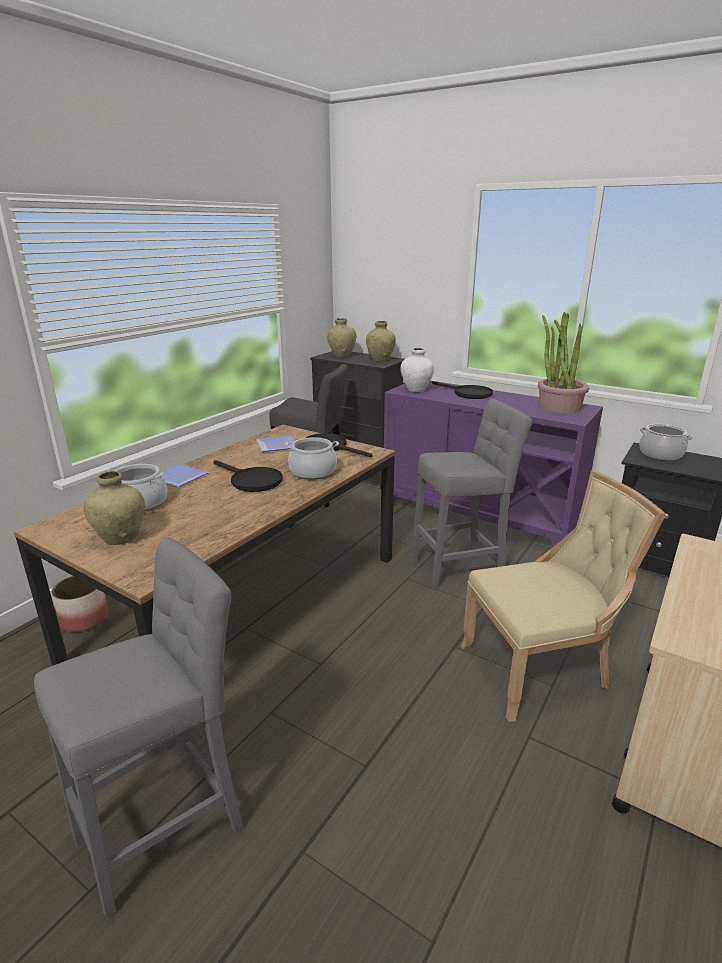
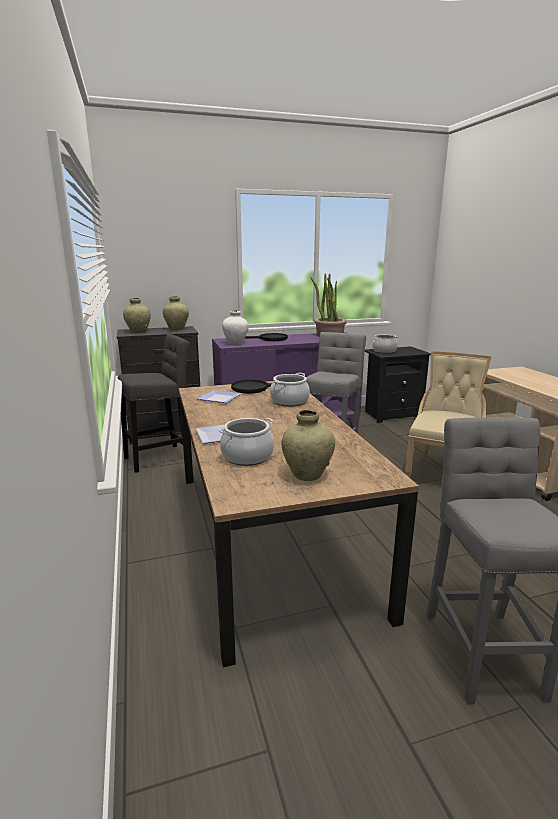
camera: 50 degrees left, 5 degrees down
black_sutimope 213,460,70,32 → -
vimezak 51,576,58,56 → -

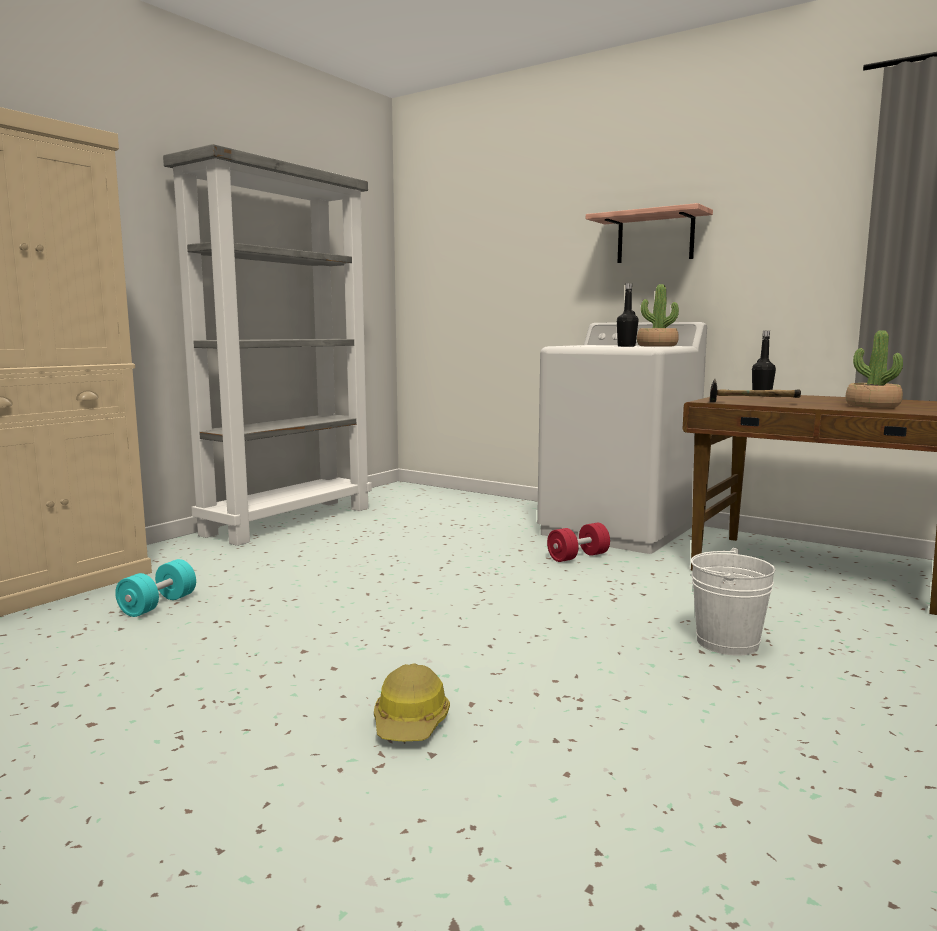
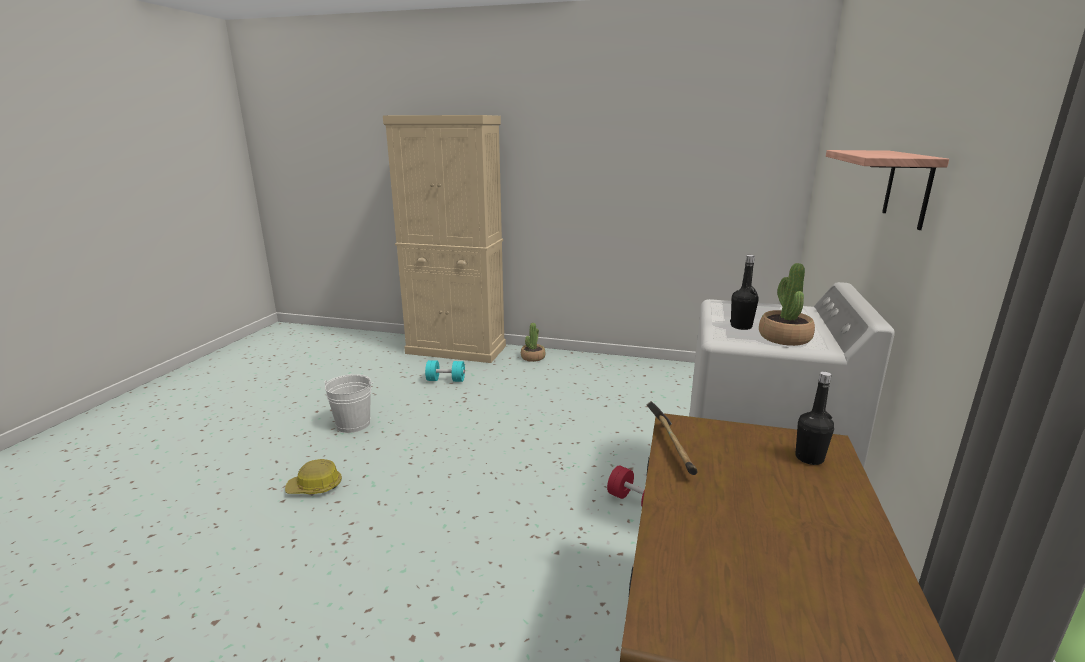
camera: 70 degrees right, 10 degrees up
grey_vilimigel 163,144,209,402 → -
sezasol 846,330,57,78 → sezasol 521,323,25,39, shifted
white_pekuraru 691,548,84,108 → white_pekuraru 324,374,50,59, shifted

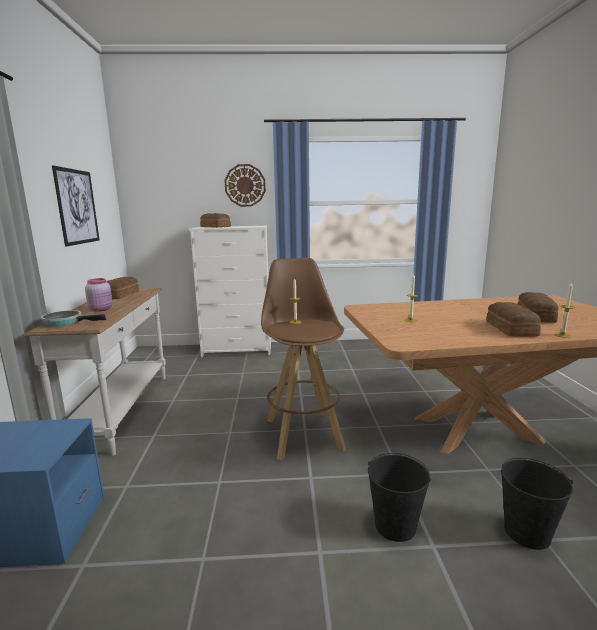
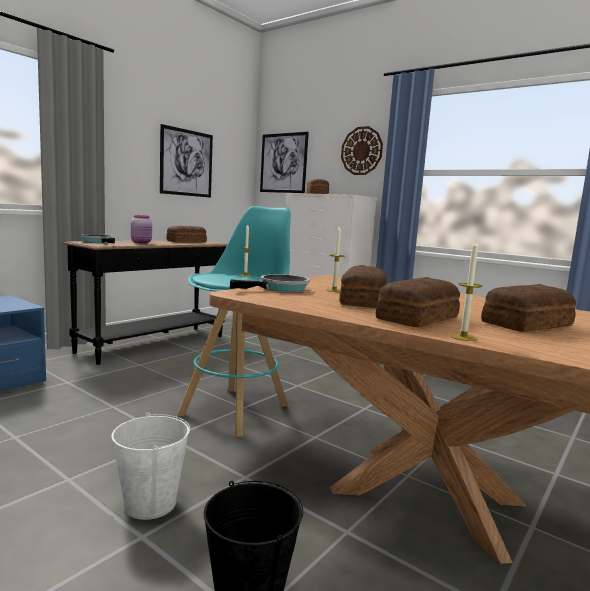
camera: 40 degrees right, 5 degrees down
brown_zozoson 261,257,85,204 → turquoise_zozoson 177,206,114,231
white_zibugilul 25,288,141,168 → black_zibugilul 63,240,165,125
black_pekuraru 368,453,63,89 → white_pekuraru 111,412,79,108
- → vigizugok 260,132,49,61
- → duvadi 339,265,49,43
- → sutimope 230,274,80,18

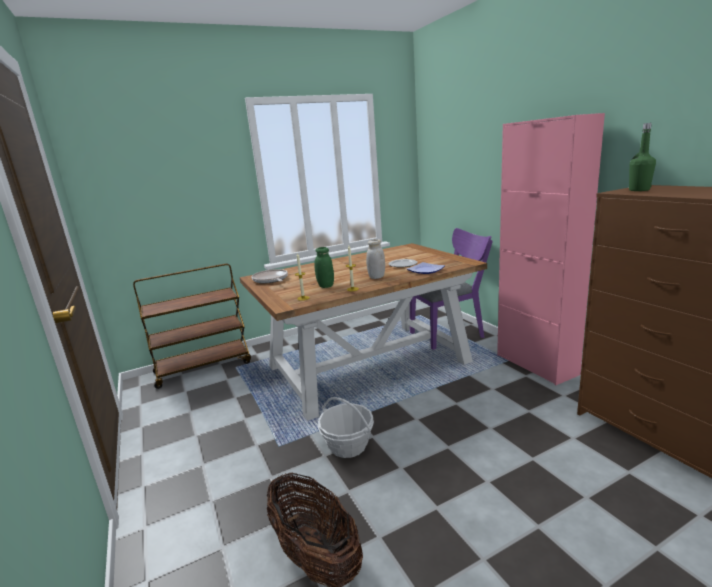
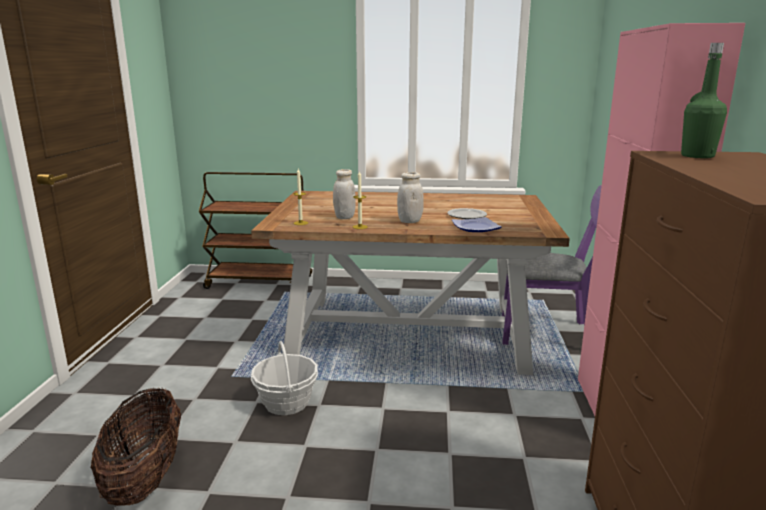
camera: 30 degrees right, 0 degrees up
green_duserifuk 314,247,20,41 → white_duserifuk 333,169,23,50
sutimope 251,269,37,14 → -

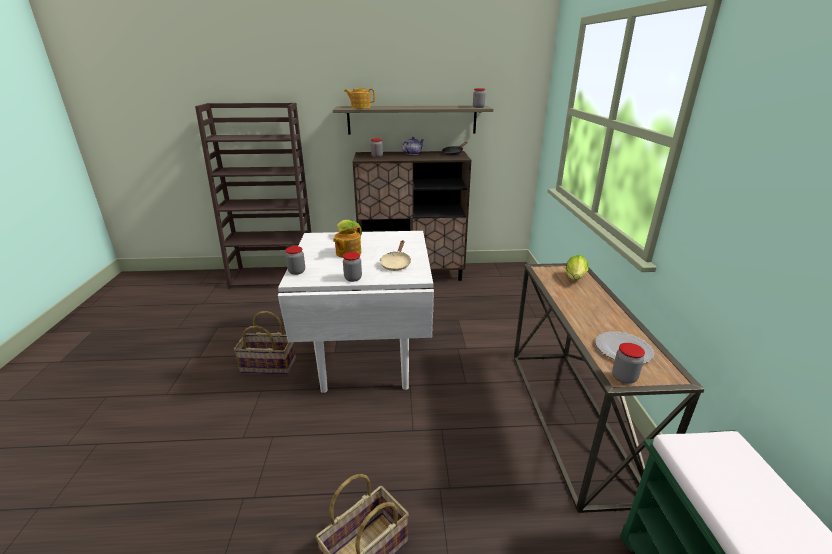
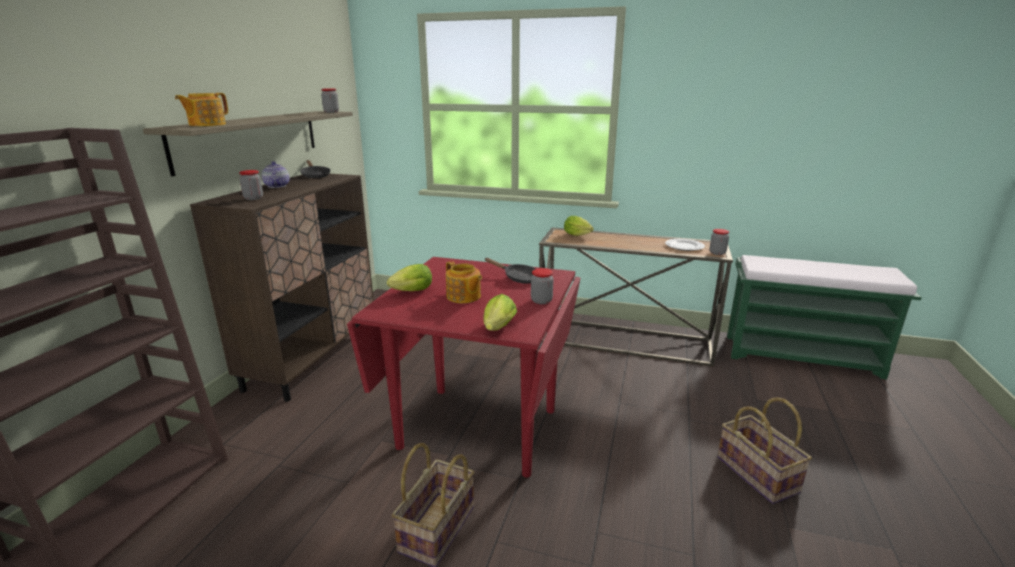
camera: 70 degrees left, 5 degrees down
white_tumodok 278,231,156,162 → red_tumodok 347,257,234,221
beige_sutimope 380,240,31,31 → black_sutimope 484,258,52,26
duserifuk 285,246,20,29 → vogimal 483,294,34,37

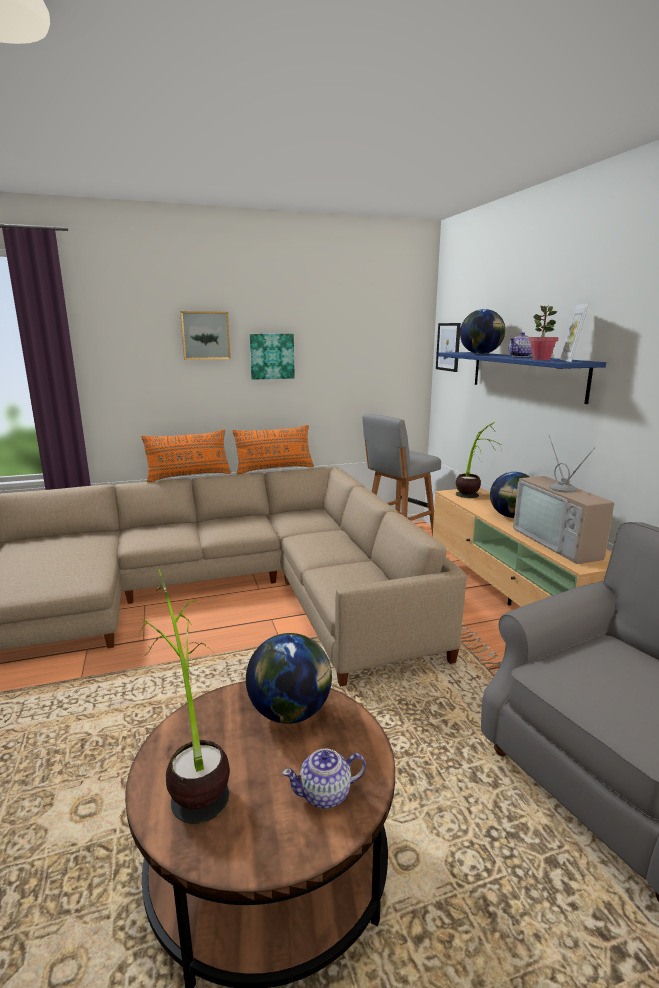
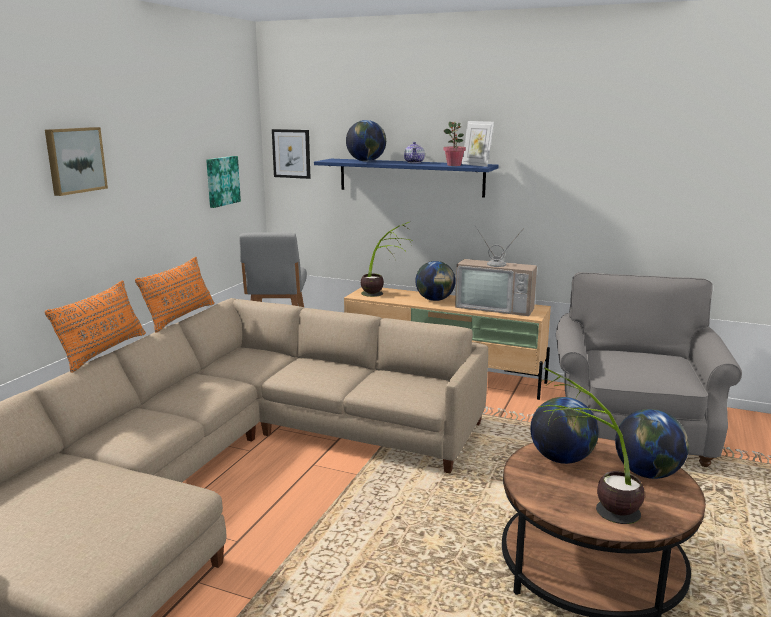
camera: 50 degrees left, 0 degrees up
vigizugok 249,334,46,46 → vigizugok 206,156,35,52, shifted
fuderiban 282,748,84,61 → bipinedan 615,409,74,70

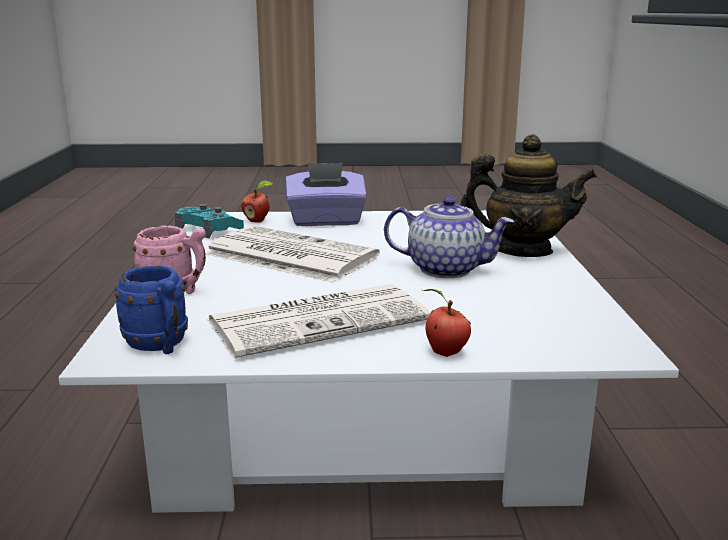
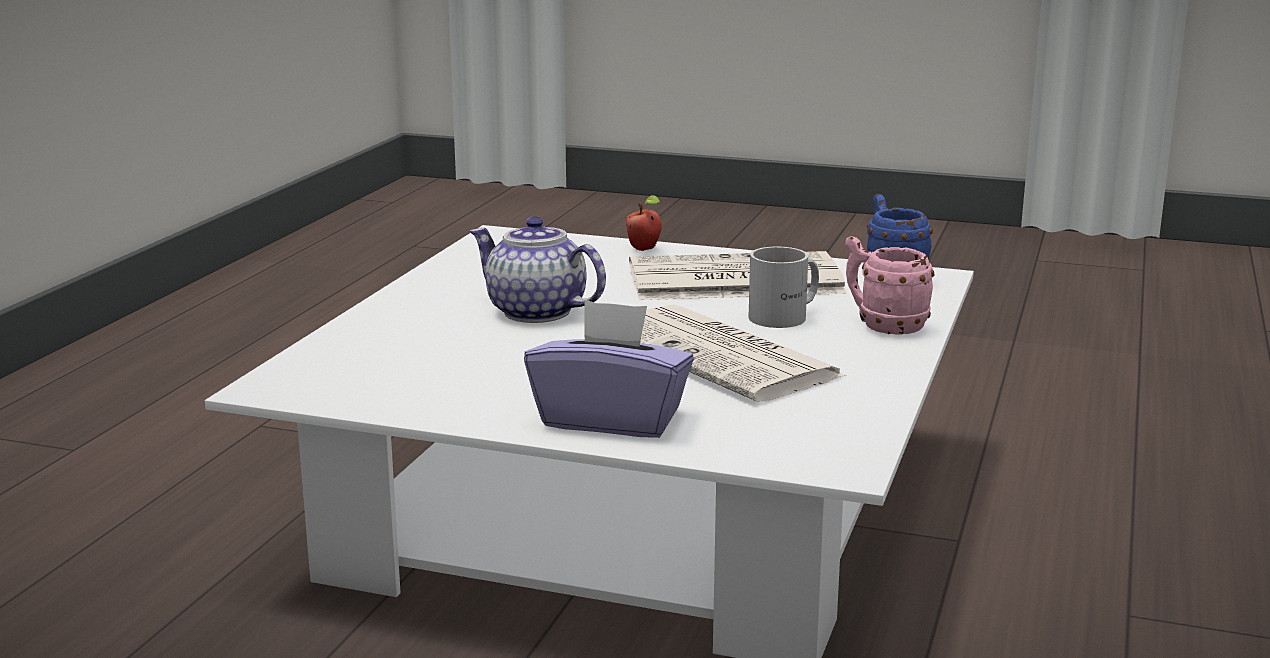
camera: 160 degrees left, 0 degrees up
fuderiban 460,134,137,123 → -
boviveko 241,180,32,43 → -
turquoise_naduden 175,204,69,35 → -
- → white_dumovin 749,247,70,81

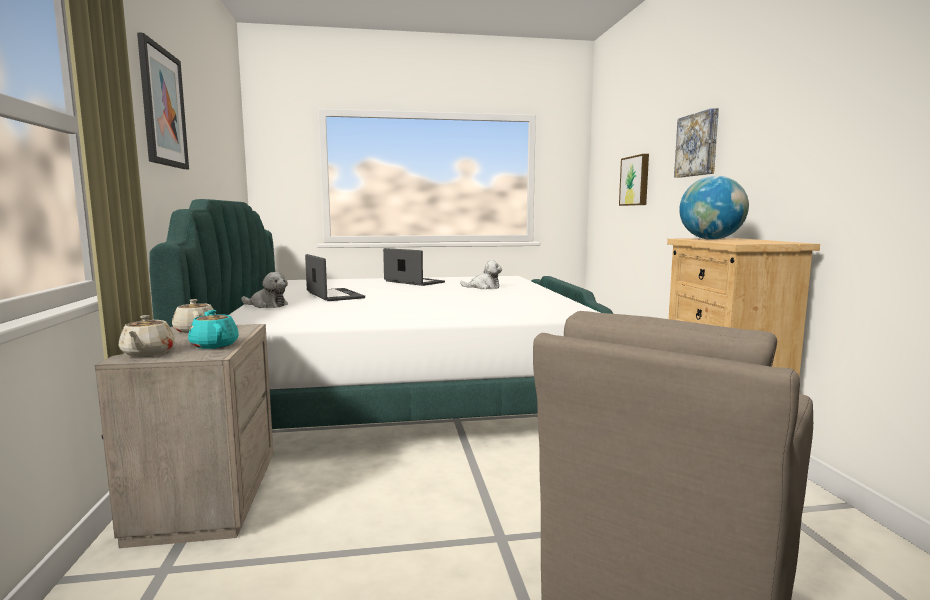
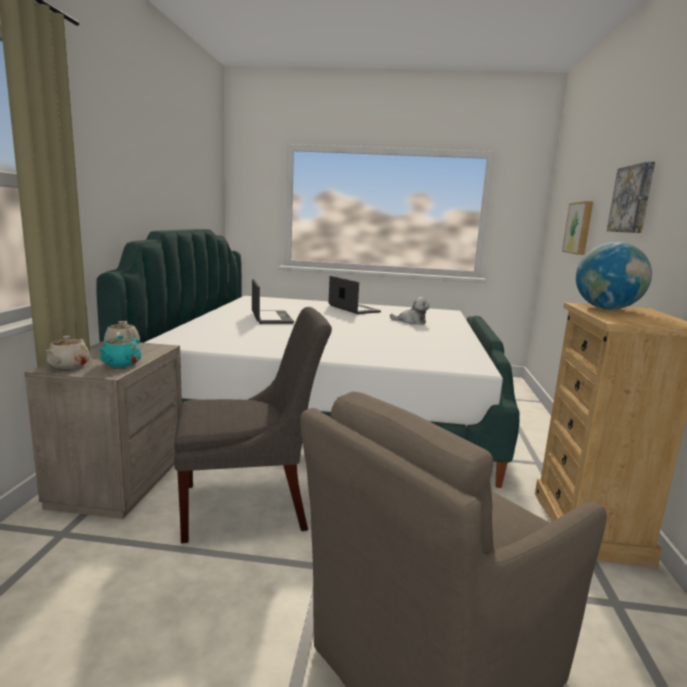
camera: 15 degrees right, 5 degrees up
vigizugok 137,32,52,137 → -
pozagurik 241,272,47,36 → -
turquoise_fuderiban 188,310,51,39 → turquoise_fuderiban 99,335,42,32, 150 degrees counterclockwise
- → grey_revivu 174,307,158,236

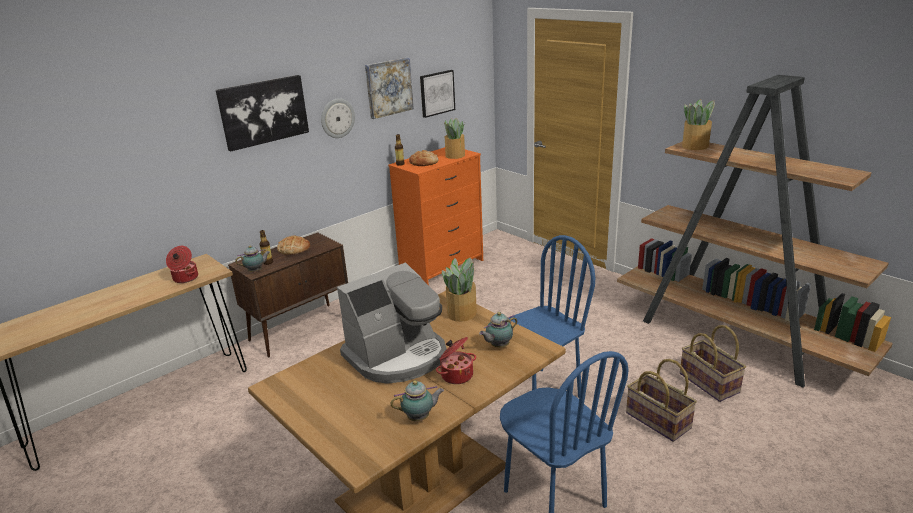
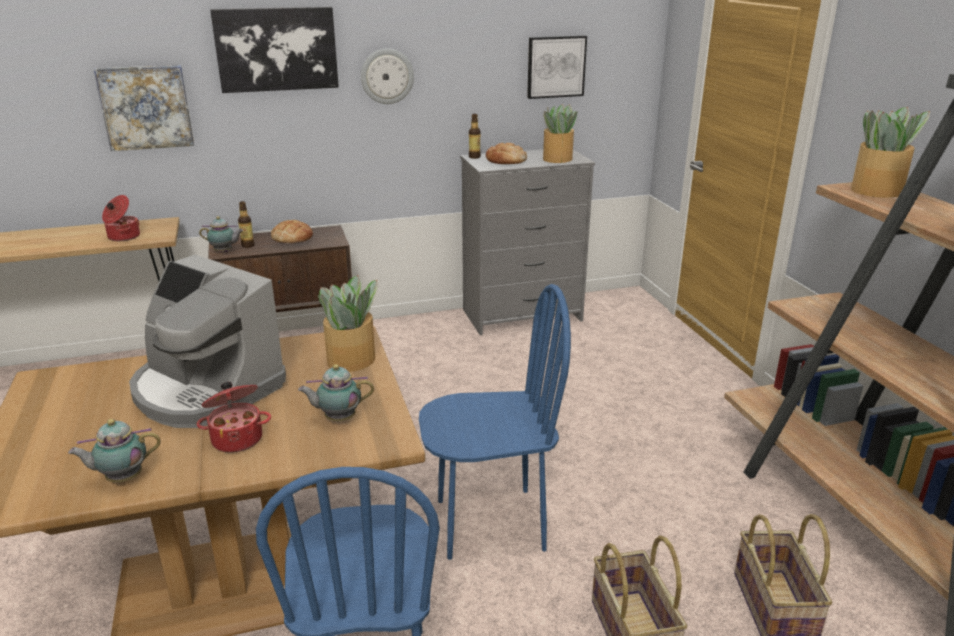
camera: 25 degrees right, 0 degrees up
vigizugok 365,58,49,61 → vigizugok 94,65,100,86, shifted
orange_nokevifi 388,147,95,138 → grey_nokevifi 460,149,135,186
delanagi 337,262,110,122 → delanagi 129,255,157,173, 45 degrees clockwise
fuderiban 391,380,53,41 → fuderiban 68,419,93,63, 150 degrees clockwise

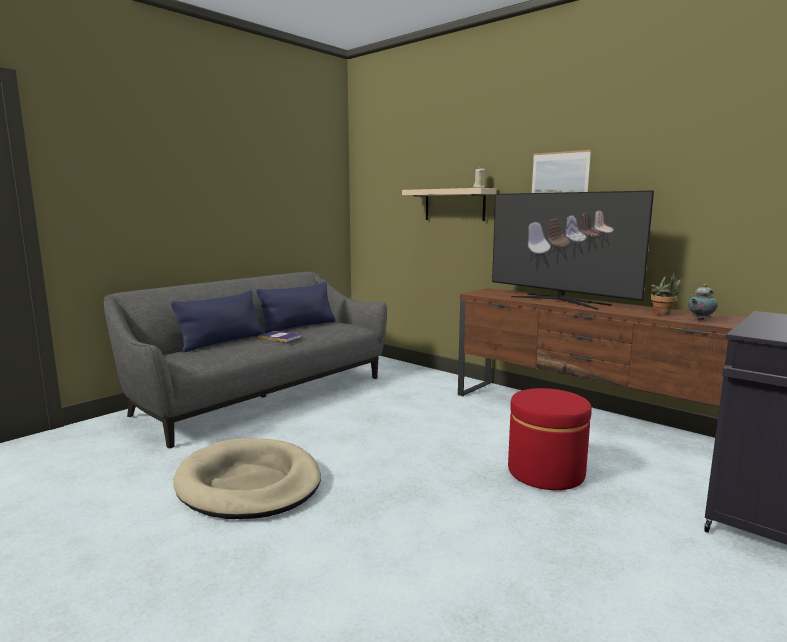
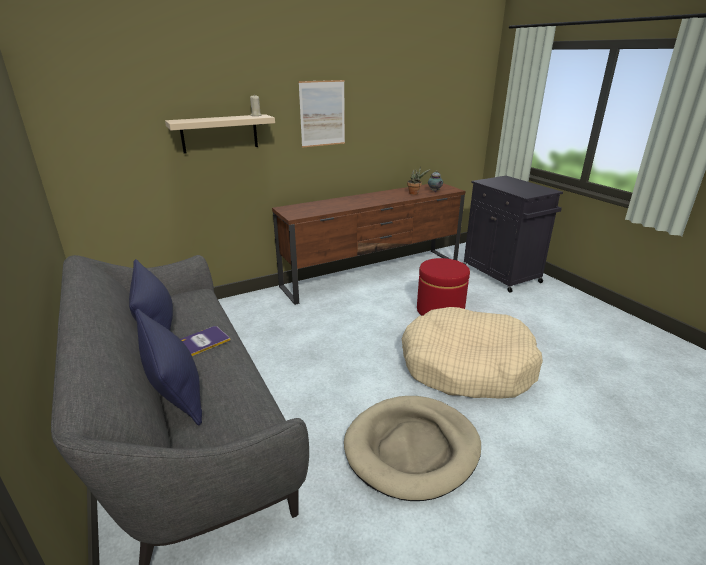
camera: 70 degrees left, 15 degrees up
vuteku 492,191,162,119 → -
- → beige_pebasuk 402,307,141,92

